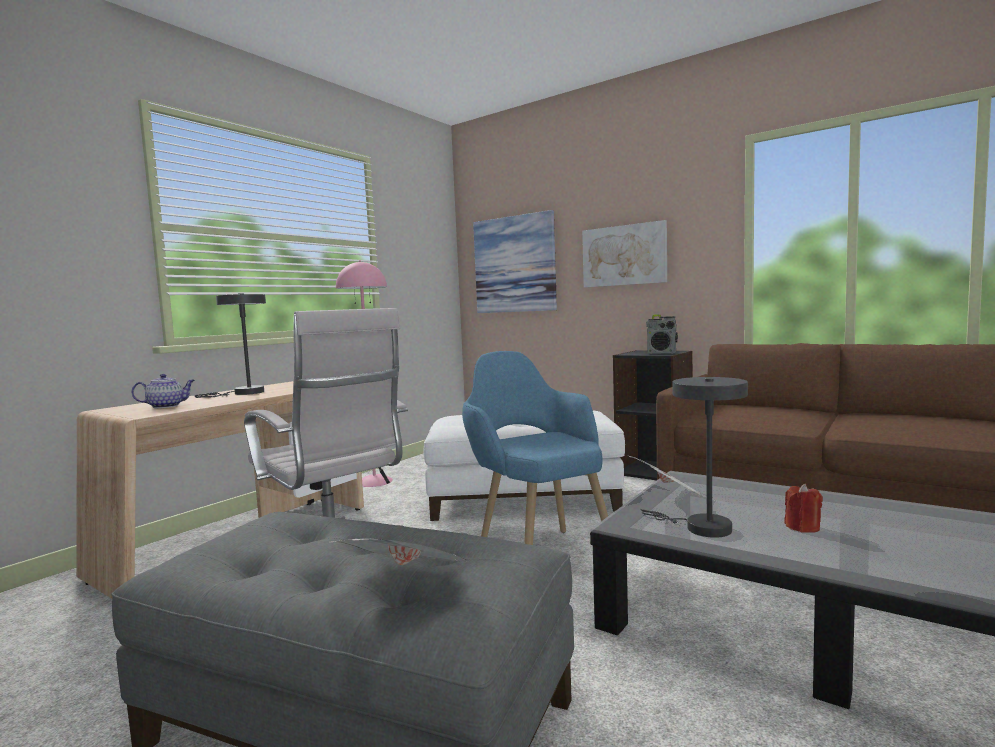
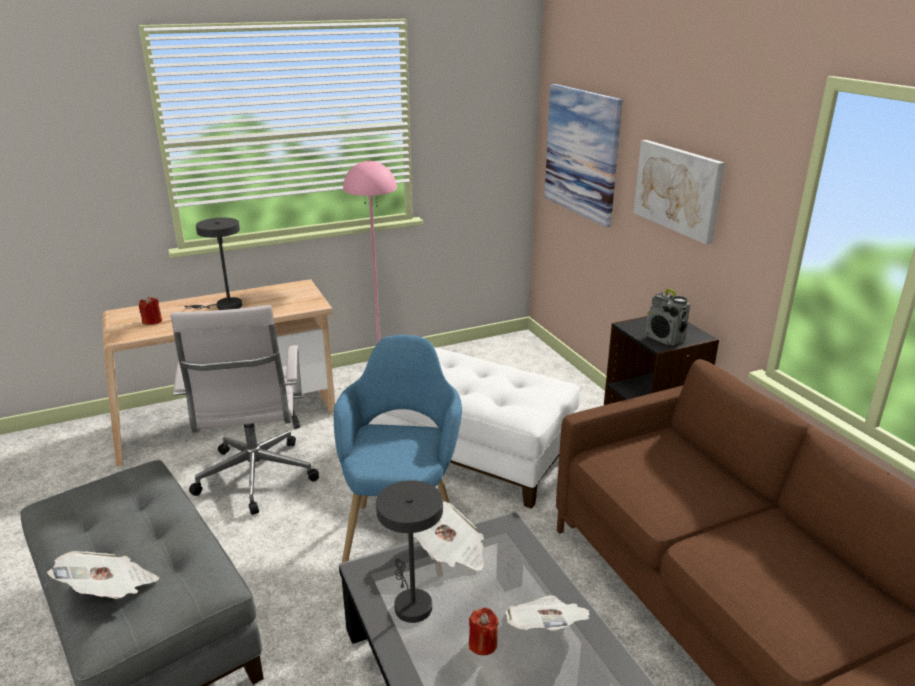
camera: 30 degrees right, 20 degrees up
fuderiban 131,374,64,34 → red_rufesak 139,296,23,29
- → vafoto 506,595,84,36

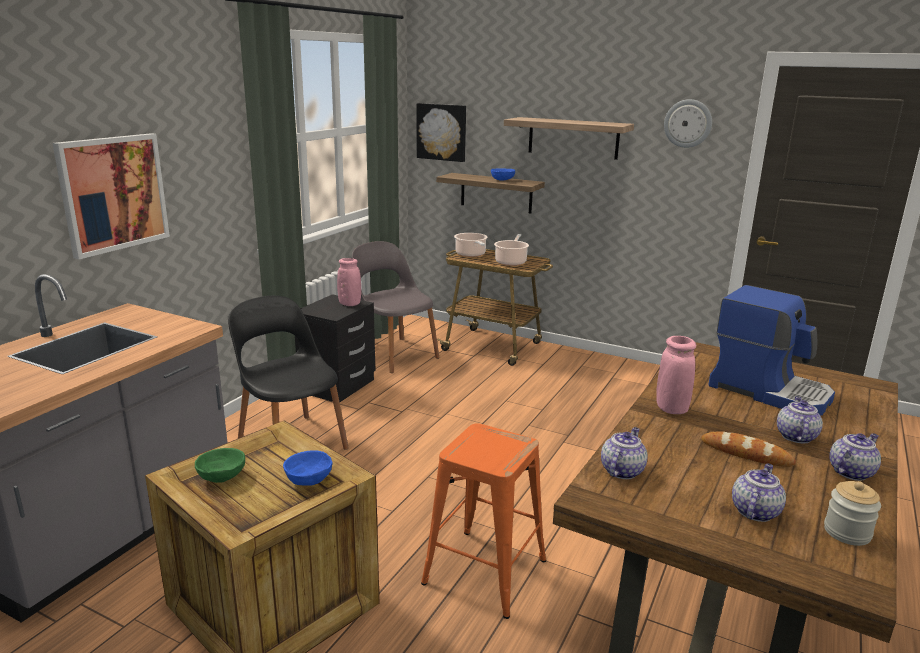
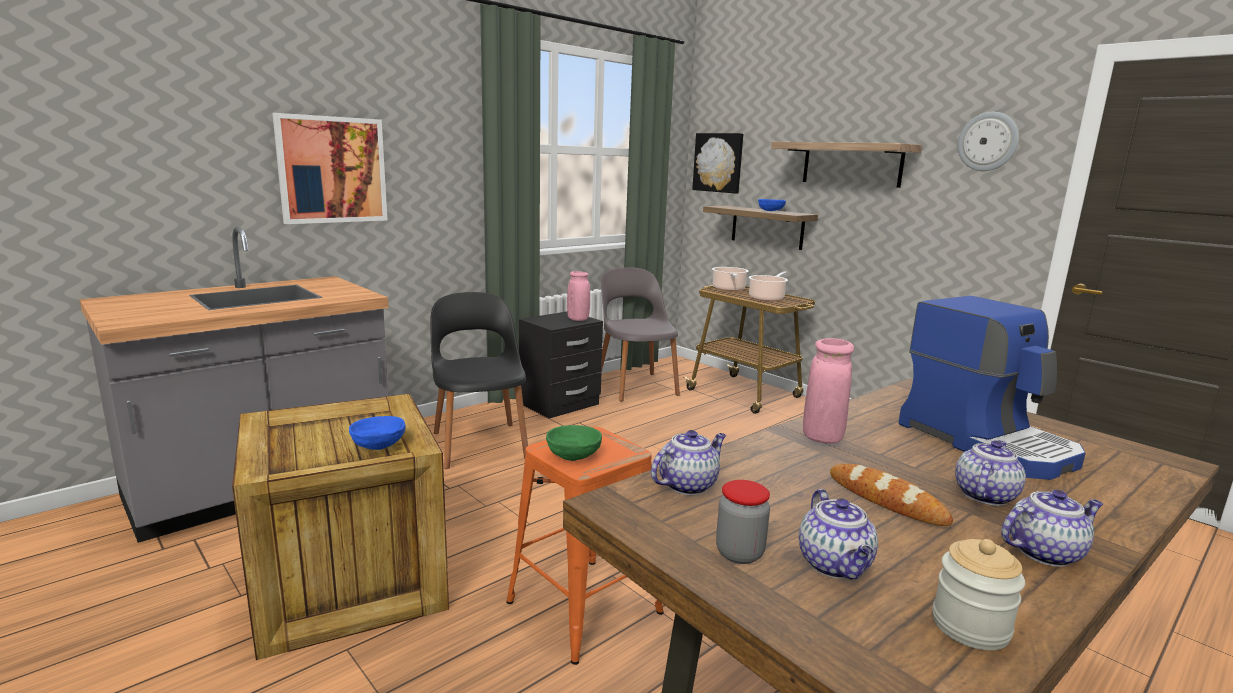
camera: 20 degrees right, 5 degrees down
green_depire 195,448,50,35 → green_depire 546,425,56,36, shifted
fuderiban 732,463,54,59 → fuderiban 799,489,79,90, 120 degrees clockwise
- → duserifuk 716,480,54,84

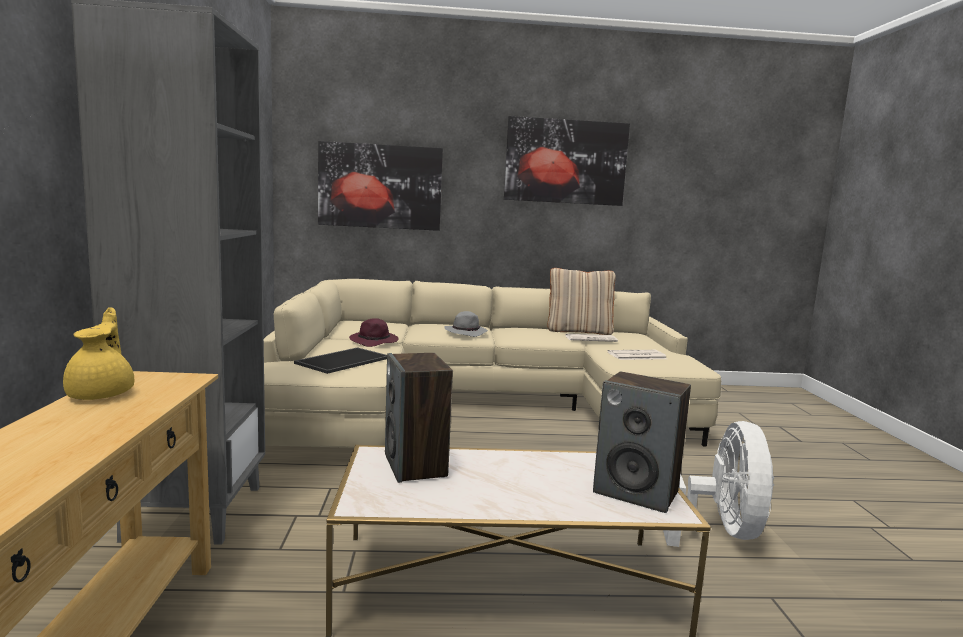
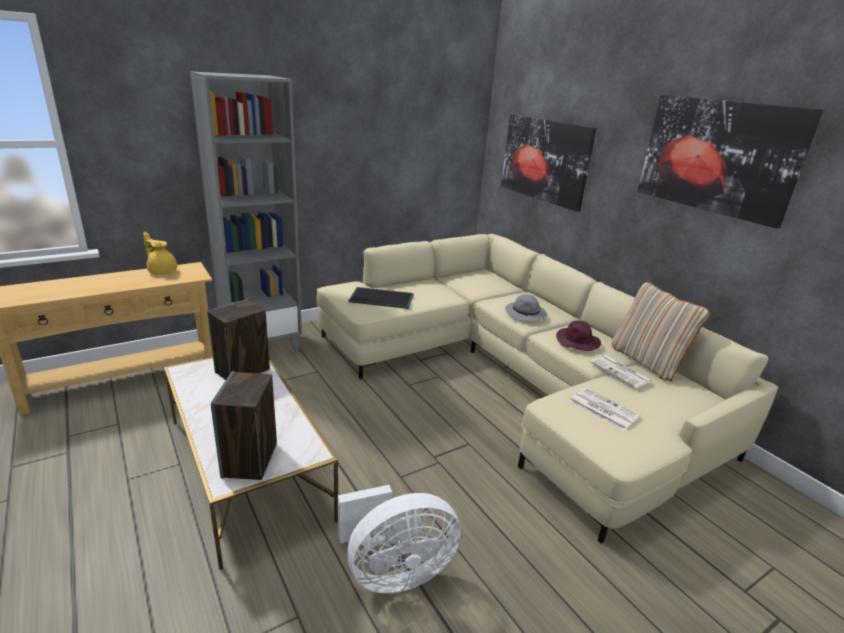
camera: 60 degrees right, 15 degrees up
yellow_fuderiban 63,307,71,93 → yellow_fuderiban 143,232,34,43, 105 degrees counterclockwise
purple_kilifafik 349,319,50,28 → purple_kilifafik 556,321,45,30, shifted

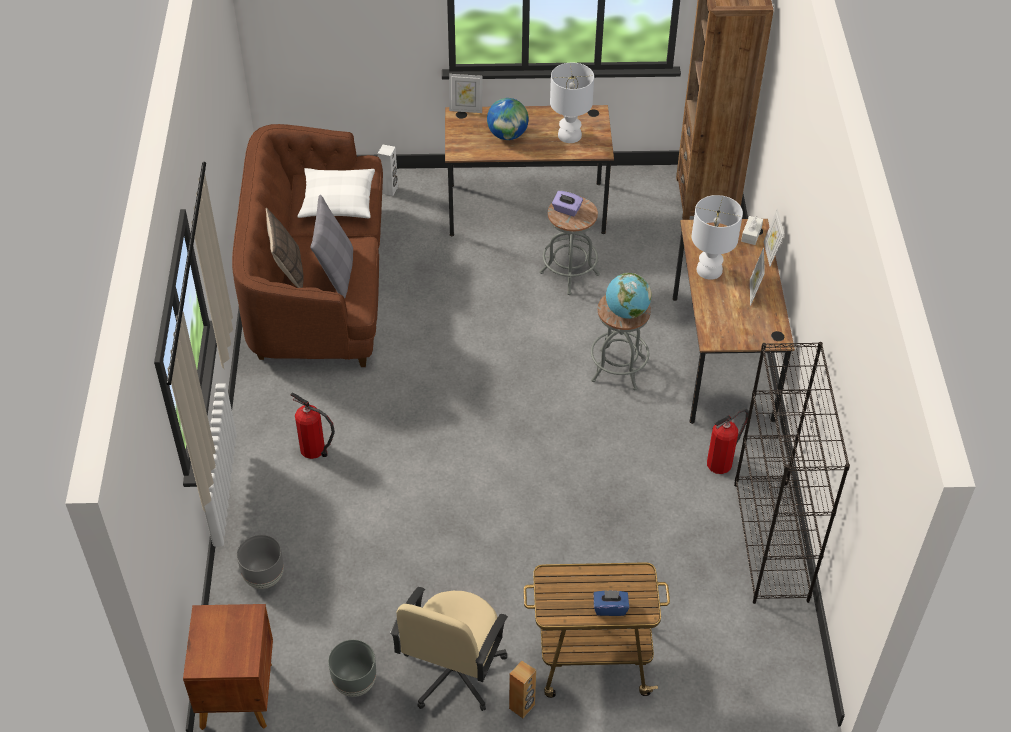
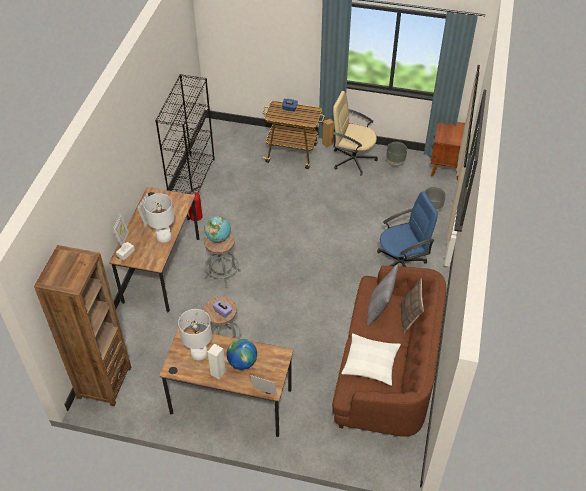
camera: 165 degrees left, 0 degrees up
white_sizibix 378,145,20,51 → white_sizibix 207,344,19,35, shifted
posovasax 291,392,44,67 → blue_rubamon 377,191,61,76
beige_rubamon 390,587,118,124 → beige_rubamon 333,91,45,85, 105 degrees counterclockwise

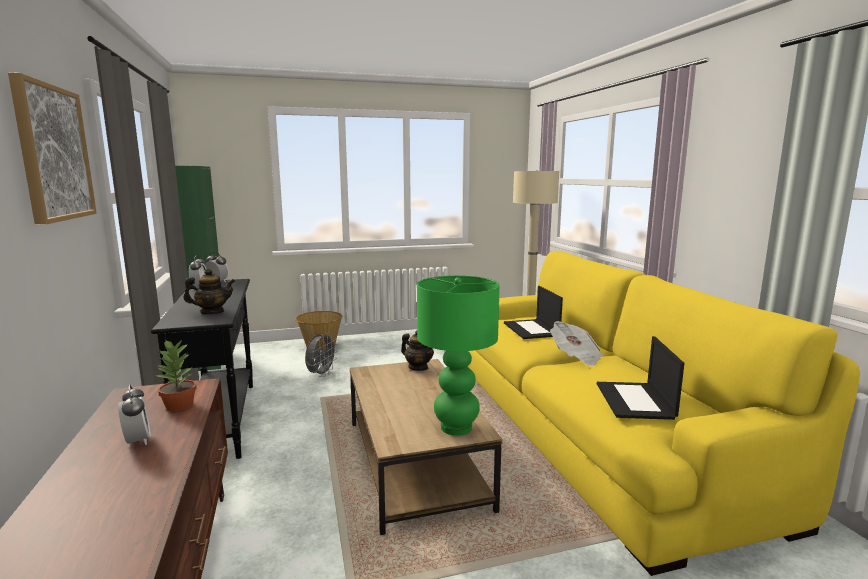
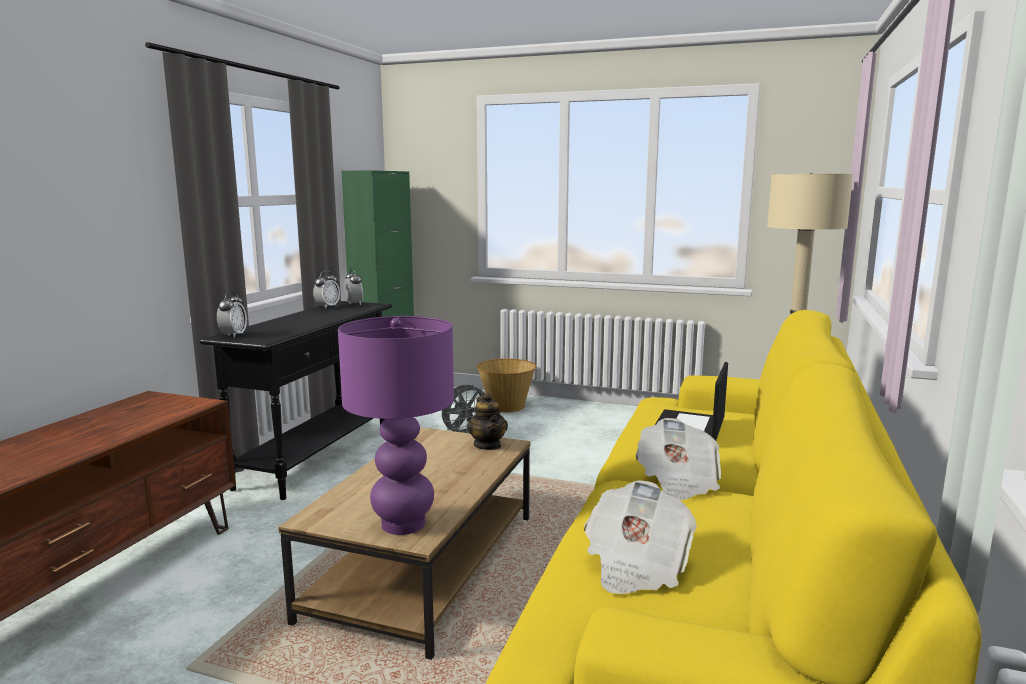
camera: 35 degrees right, 0 degrees up
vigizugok 8,72,89,153 → -
fuderiban 184,268,51,46 → -
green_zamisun 417,276,83,160 → purple_zamisun 338,316,116,219
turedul 597,336,87,84 → vafoto 584,480,113,114
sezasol 157,339,40,72 → -
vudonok 118,385,33,60 → vudonok 217,291,30,47, shifted

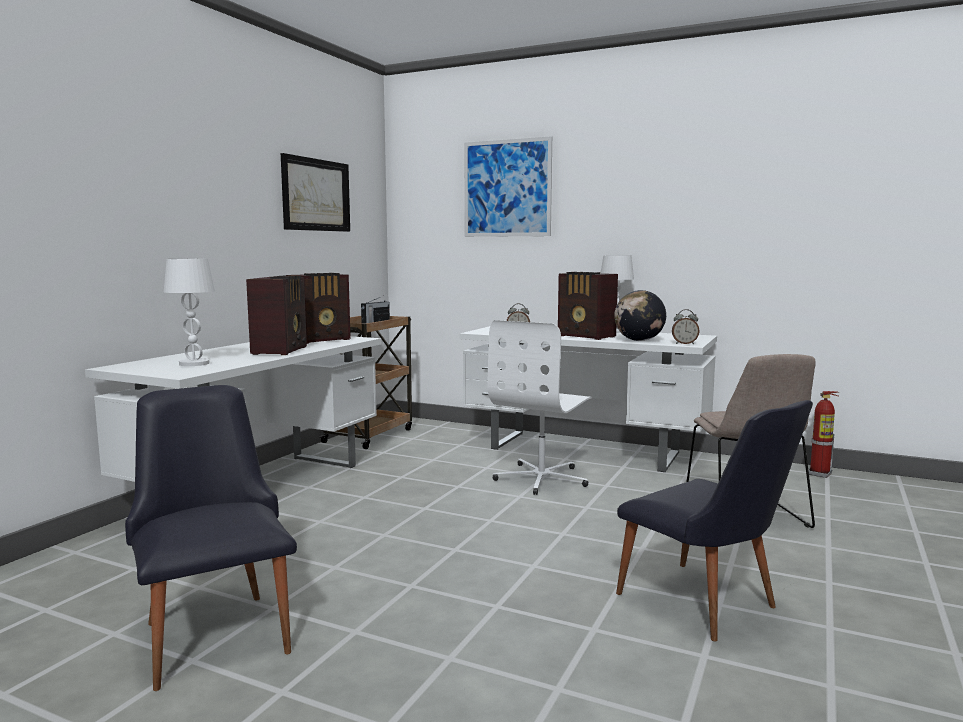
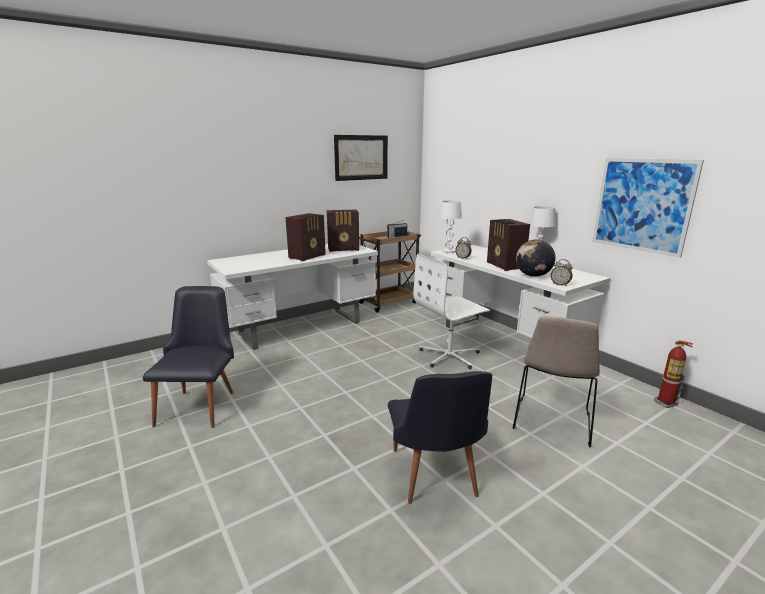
camera: 30 degrees right, 10 degrees up
vigizugok 464,136,88,101 → vigizugok 592,158,112,100, shifted
white_zamisun 164,258,51,108 → white_zamisun 439,200,23,53, shifted

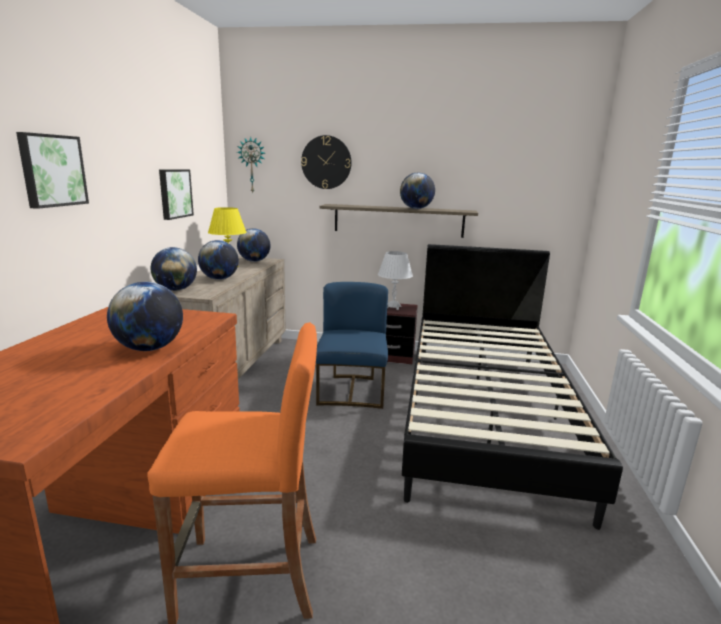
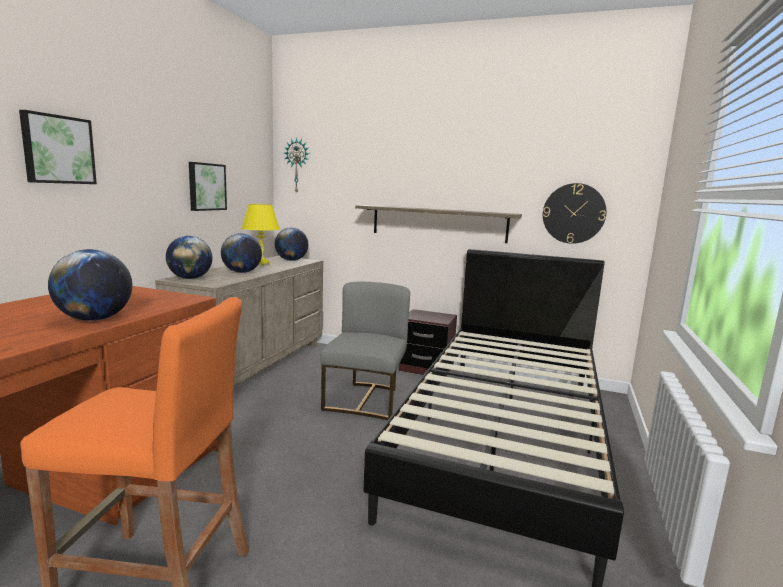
camera: 10 degrees right, 5 degrees down
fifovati 301,135,51,54 → fifovati 543,183,63,61, shifted
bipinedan 400,172,35,37 → -
white_zamisun 378,251,35,59 → -
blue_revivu 316,282,72,127 → grey_revivu 320,282,90,138

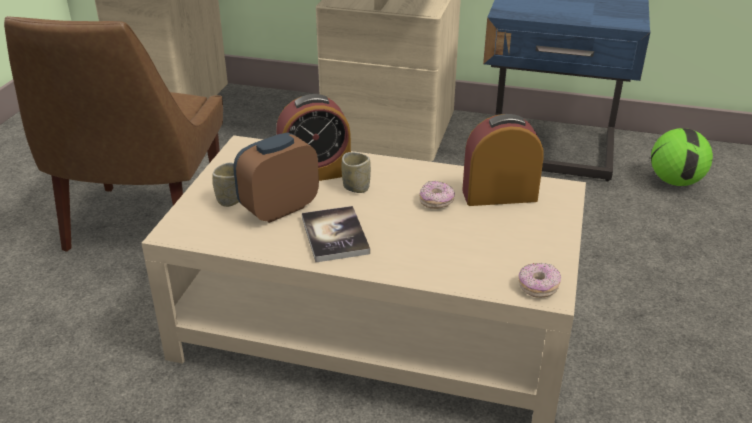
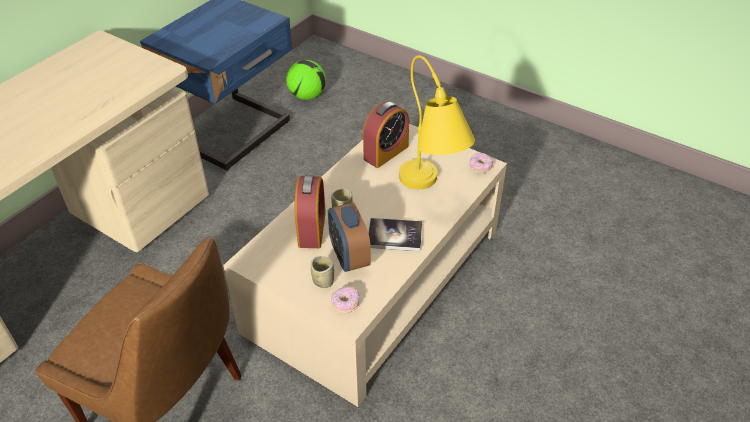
camera: 70 degrees left, 10 degrees up
vudonok 462,114,82,92 → vudonok 363,102,46,66, 150 degrees counterclockwise
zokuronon 419,181,36,28 → zokuronon 331,287,29,26, shifted
- → yellow_zamisun 399,55,76,134

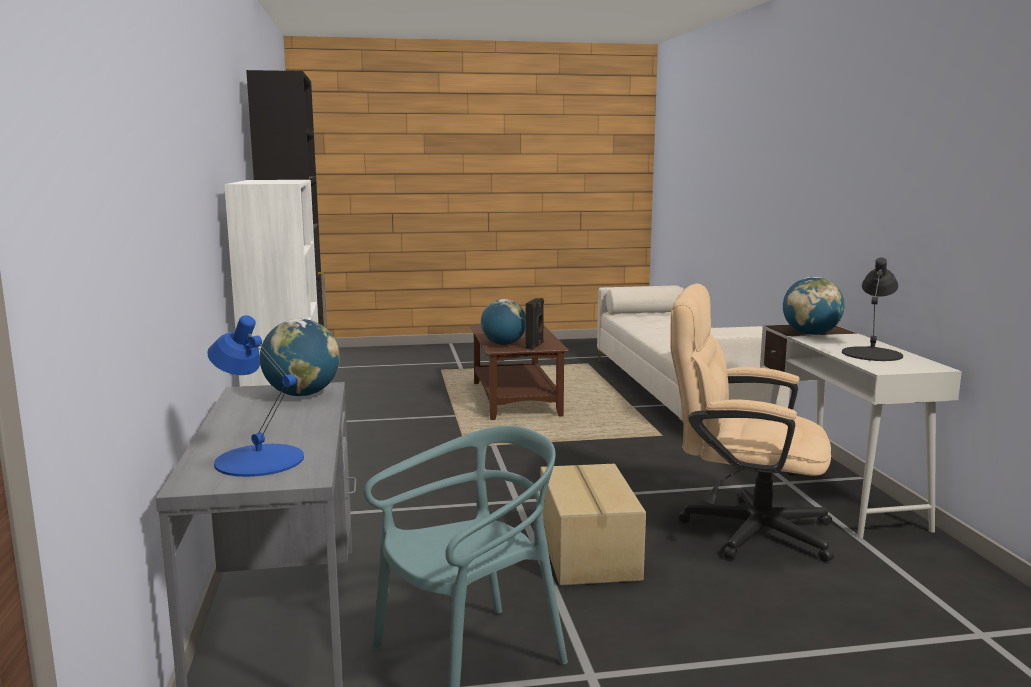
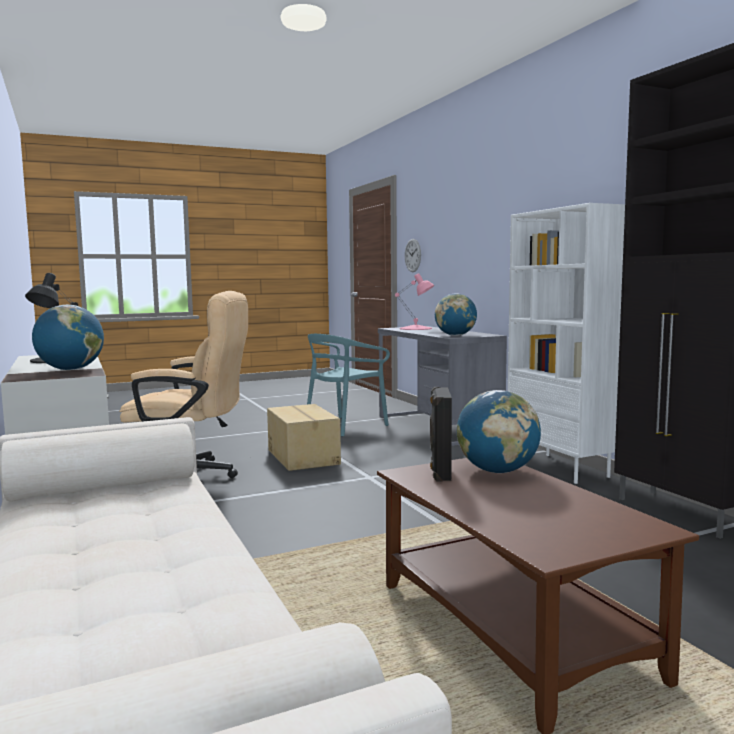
camera: 165 degrees right, 5 degrees down
blue_zamisun 207,315,97,162 → pink_zamisun 395,273,39,57
- → fifovati 405,239,16,33

